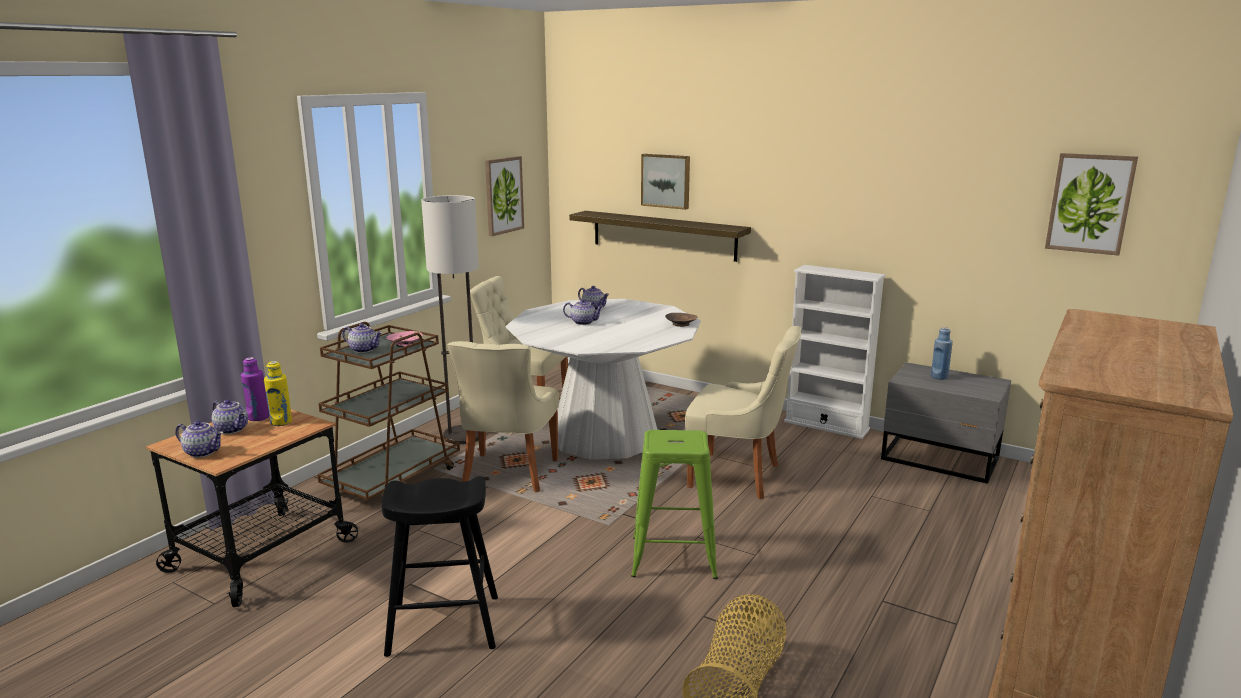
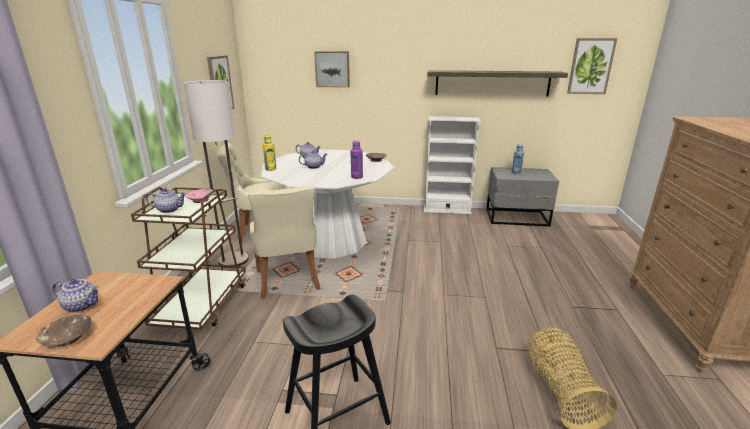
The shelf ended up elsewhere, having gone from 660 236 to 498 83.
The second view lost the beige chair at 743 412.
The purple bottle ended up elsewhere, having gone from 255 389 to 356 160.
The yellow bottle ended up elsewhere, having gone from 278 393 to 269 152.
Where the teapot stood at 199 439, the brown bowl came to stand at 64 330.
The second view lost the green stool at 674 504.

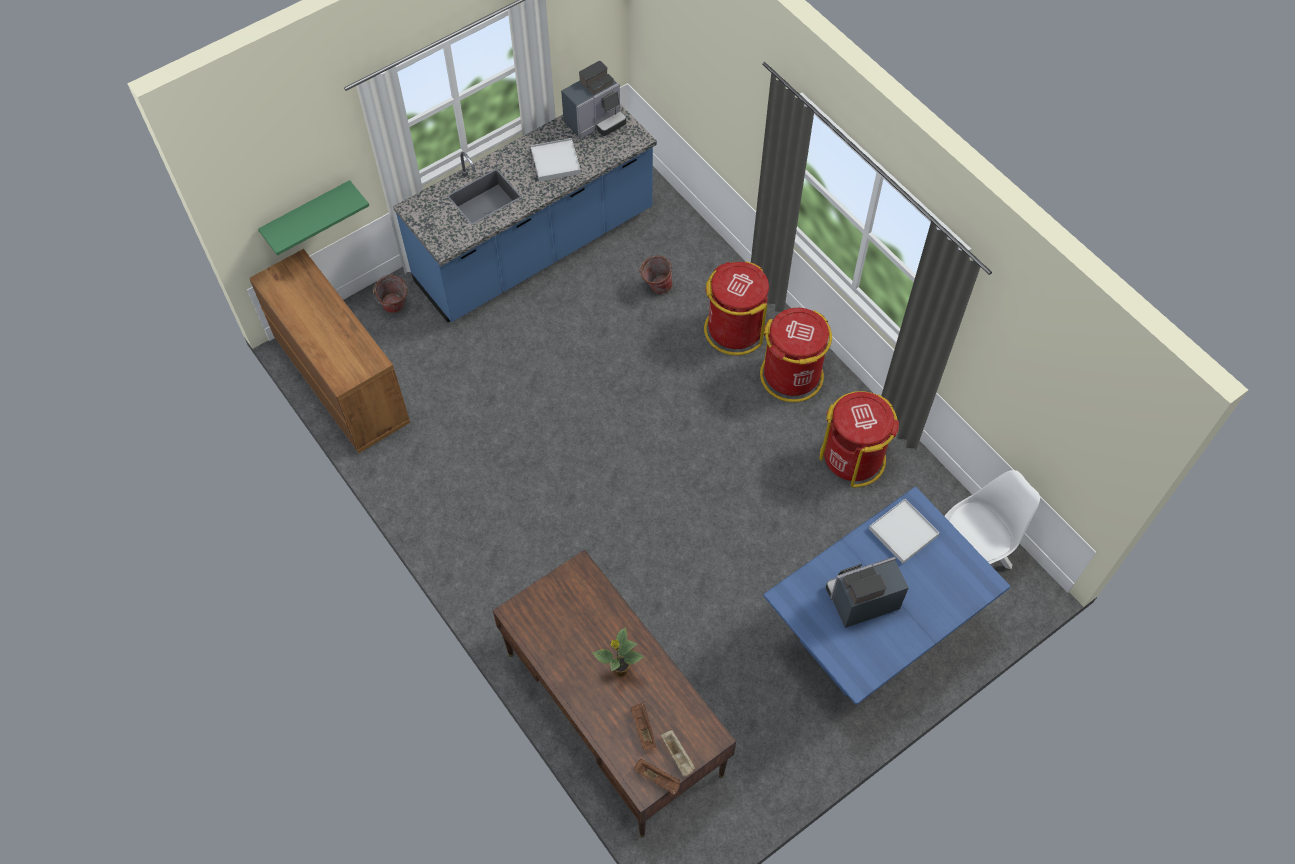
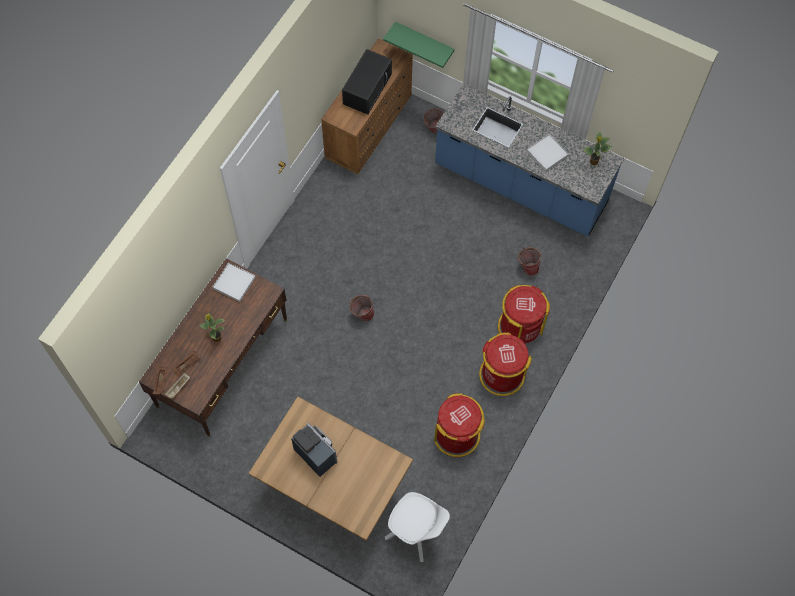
Where the coffee machine stood at 593 100, the potted plant came to stand at 598 148.
What was the blue dining table at 887 596 turned into the brown dining table at 331 469.
The white tray ended up elsewhere, having gone from 904 531 to 234 282.
The second view gained the black microwave at 367 81.
The second view gained the bucket at 361 308.

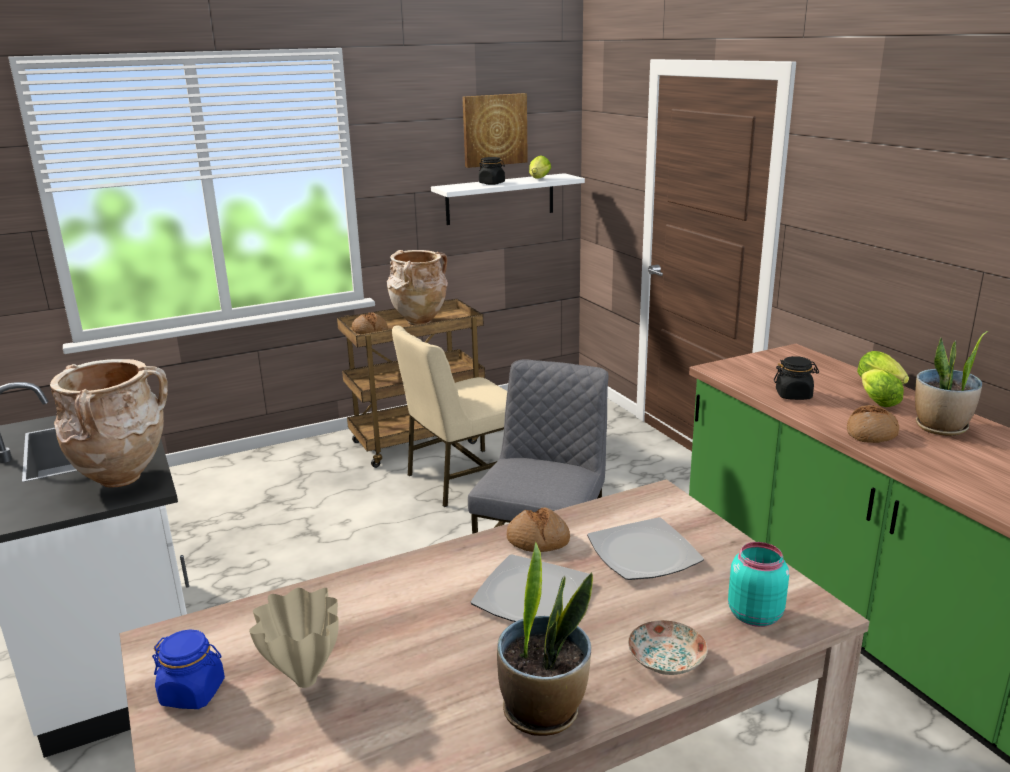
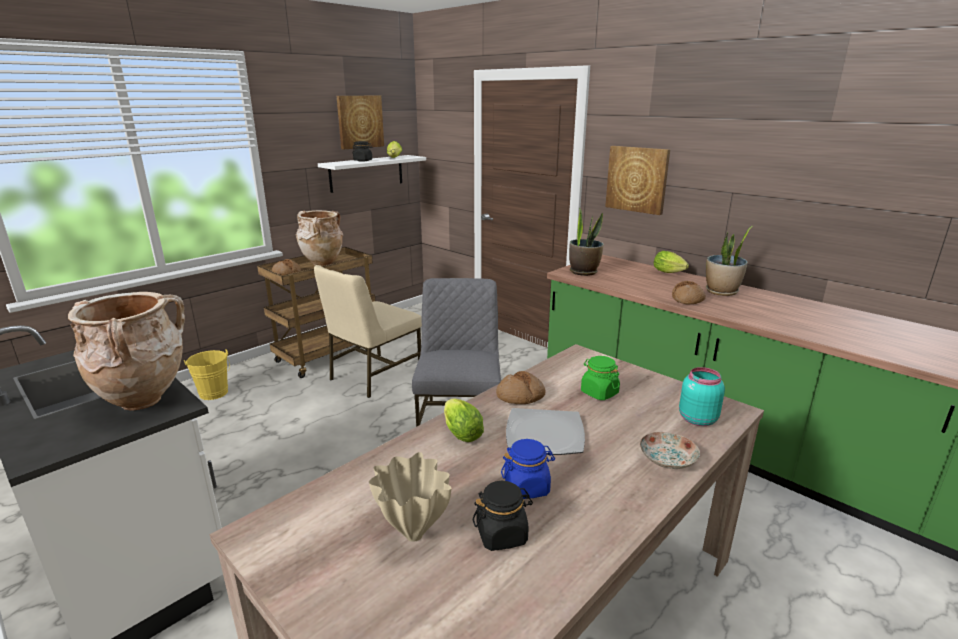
The black jar ended up elsewhere, having gone from 796 378 to 503 516.
The lettuce ended up elsewhere, having gone from 882 388 to 464 420.
Where the plate stood at 645 548, the green jar came to stand at 600 378.
The potted plant ended up elsewhere, having gone from 545 639 to 586 241.
The blue jar ended up elsewhere, having gone from 188 669 to 528 469.
The second view gained the picture at 637 180.
The second view gained the yellow bucket at 207 375.

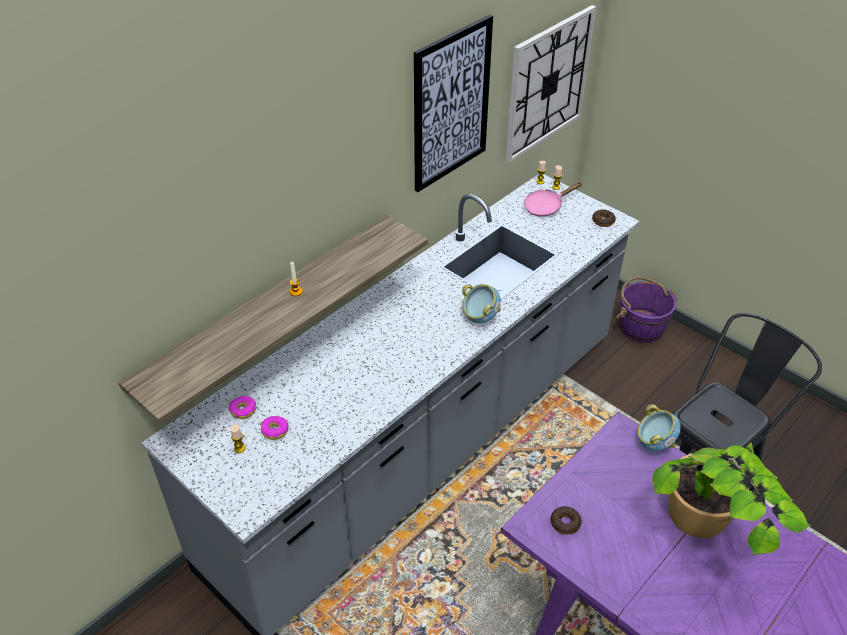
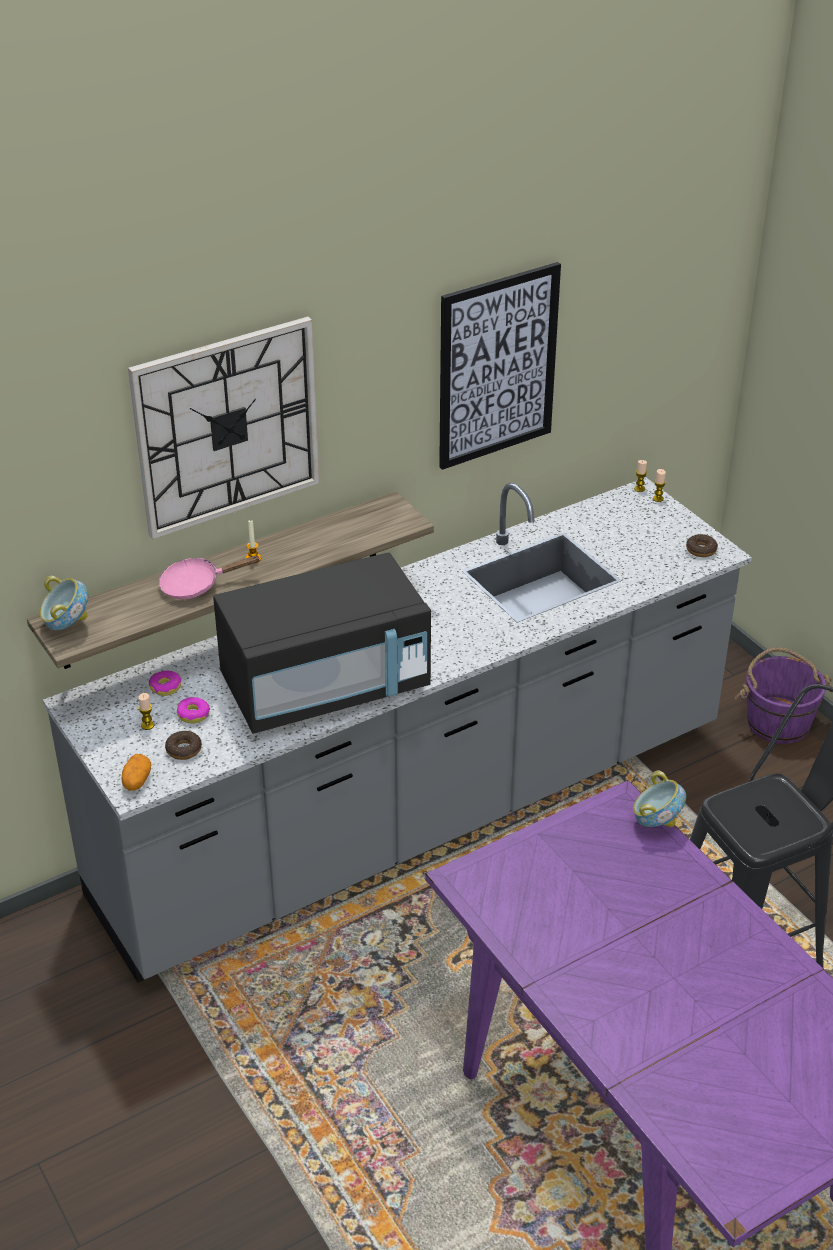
The wall clock ended up elsewhere, having gone from 550 84 to 223 428.
The pink frying pan ended up elsewhere, having gone from 553 199 to 210 577.
The bowl ended up elsewhere, having gone from 481 303 to 64 603.
The second view lost the potted plant at 731 499.
The donut ended up elsewhere, having gone from 566 520 to 183 745.
The second view gained the black microwave at 322 643.
The second view gained the potato at 136 772.

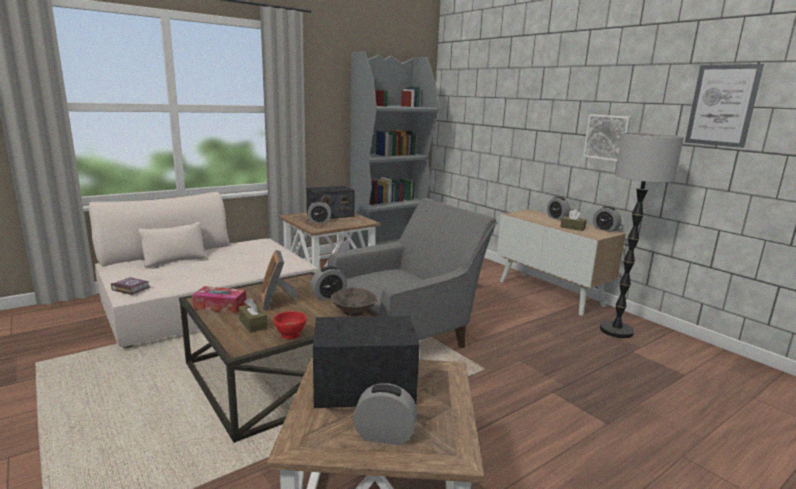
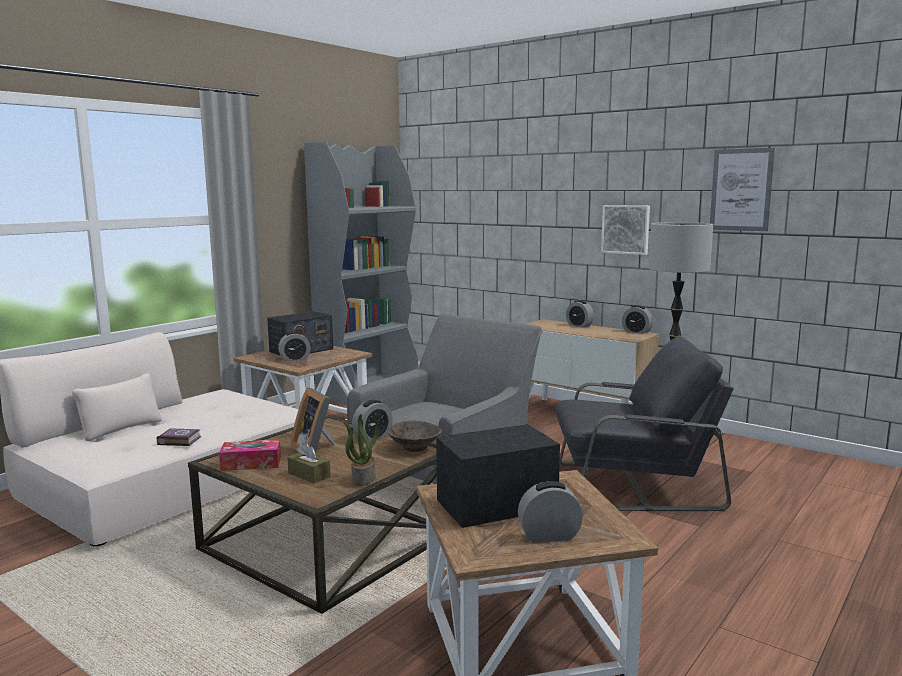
The second view lost the brown tissue box at 574 220.
The book ended up elsewhere, having gone from 130 286 to 179 437.
Where the red bowl stood at 290 325, the potted plant came to stand at 361 450.
The second view gained the grey armchair at 645 423.

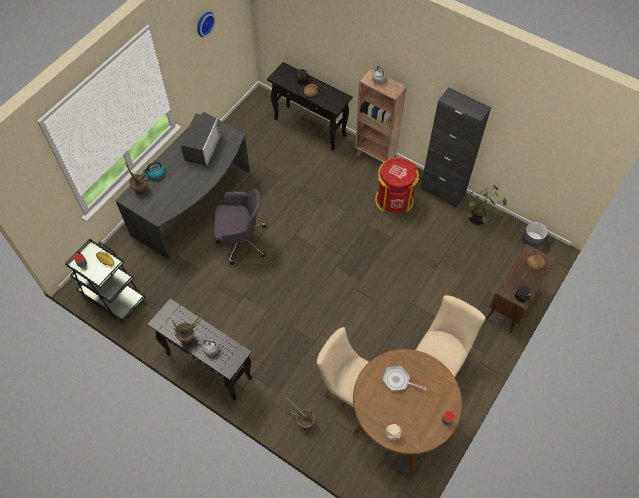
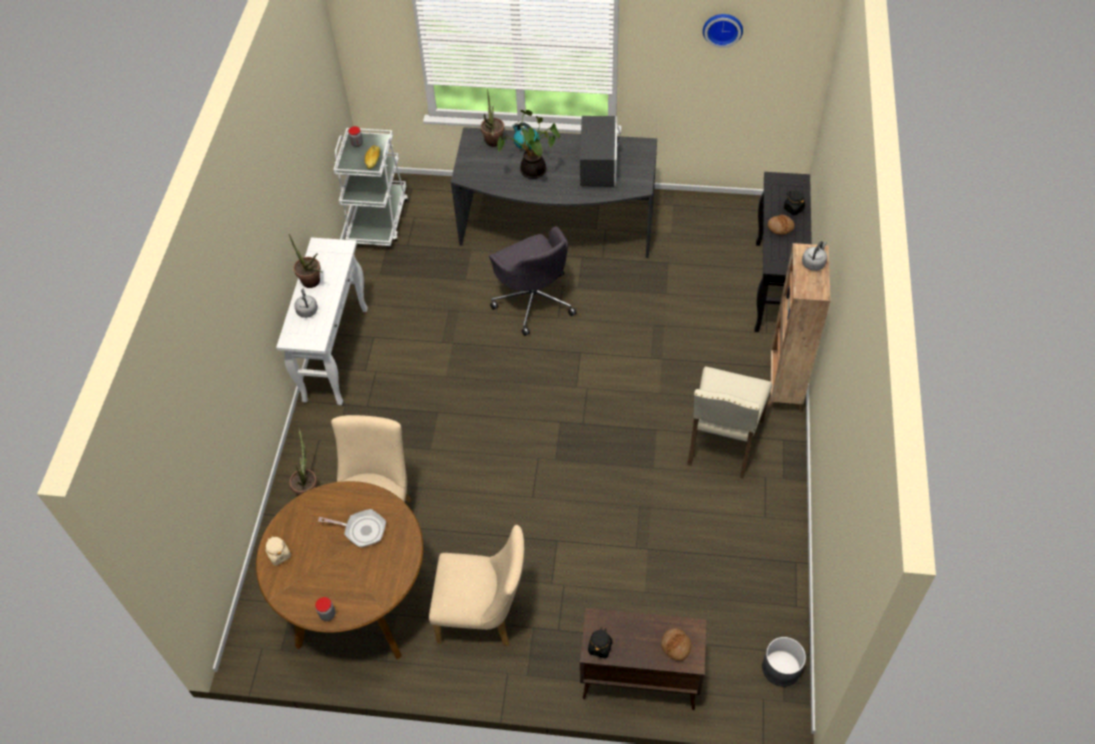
The second view lost the black cabinet at 455 147.
The microwave at 201 139 ended up facing another way, 75 degrees counterclockwise from before.
Where the red trash can stood at 397 184, the beige chair came to stand at 729 422.
The potted plant ended up elsewhere, having gone from 487 205 to 528 144.
What was the black cart at 105 280 turned into the white cart at 371 187.
What was the black console table at 200 350 turned into the white console table at 322 321.
The frying pan at 404 378 ended up facing another way, 105 degrees clockwise from before.

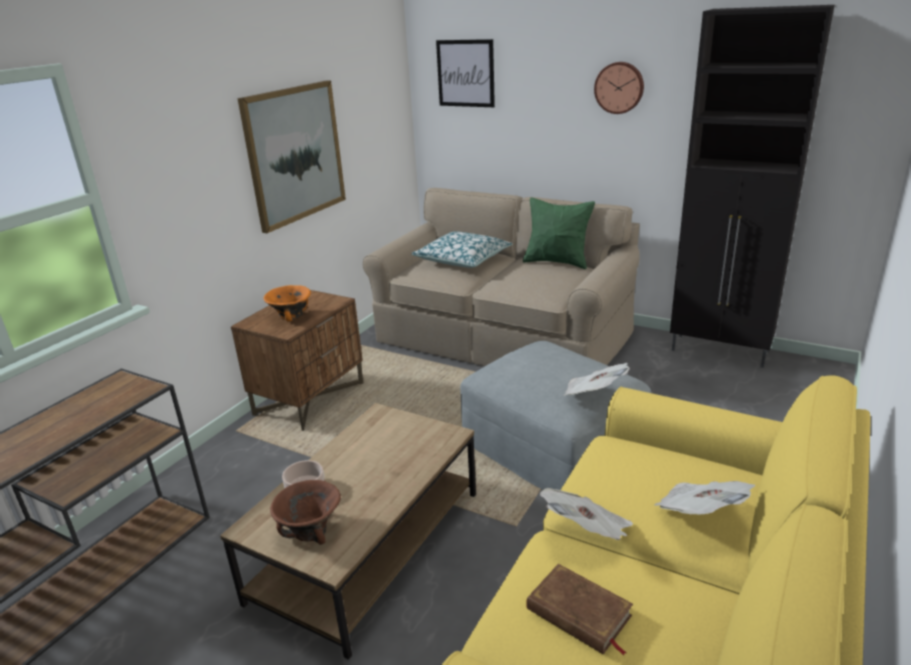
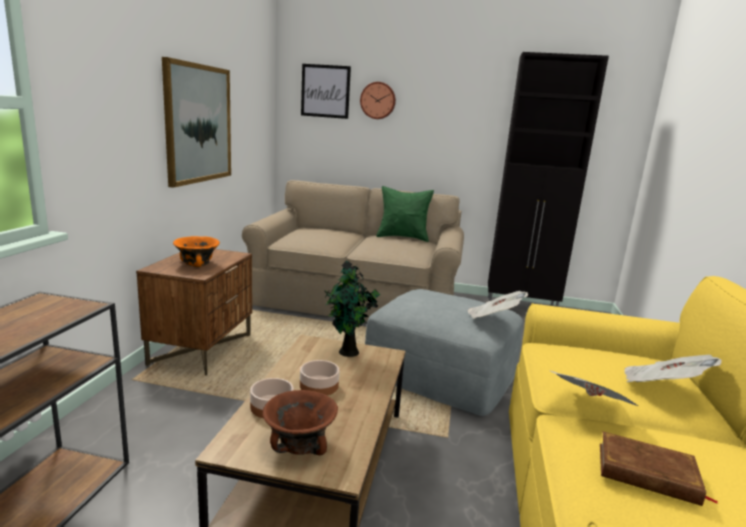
The wall clock ended up elsewhere, having gone from 619 88 to 378 100.
The second view lost the pillow at 462 249.
The second view gained the potted plant at 352 308.
The second view gained the bowl at 319 377.

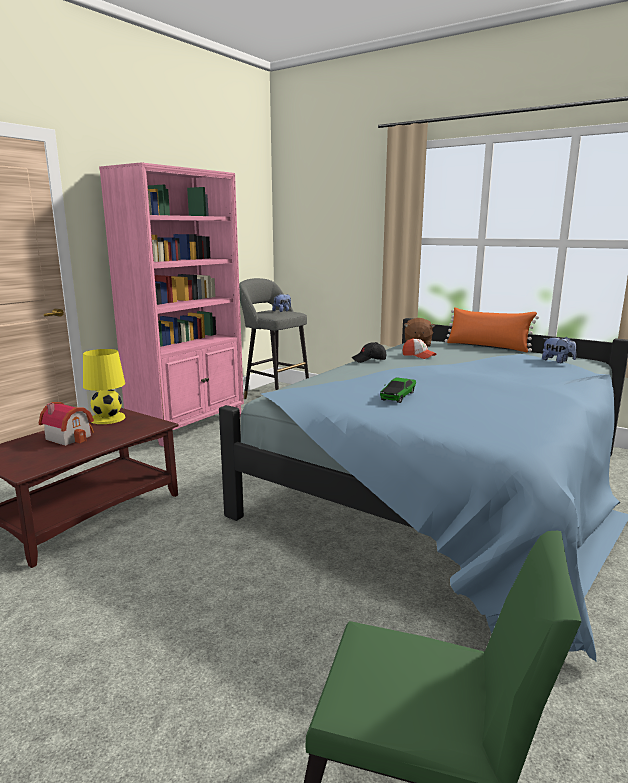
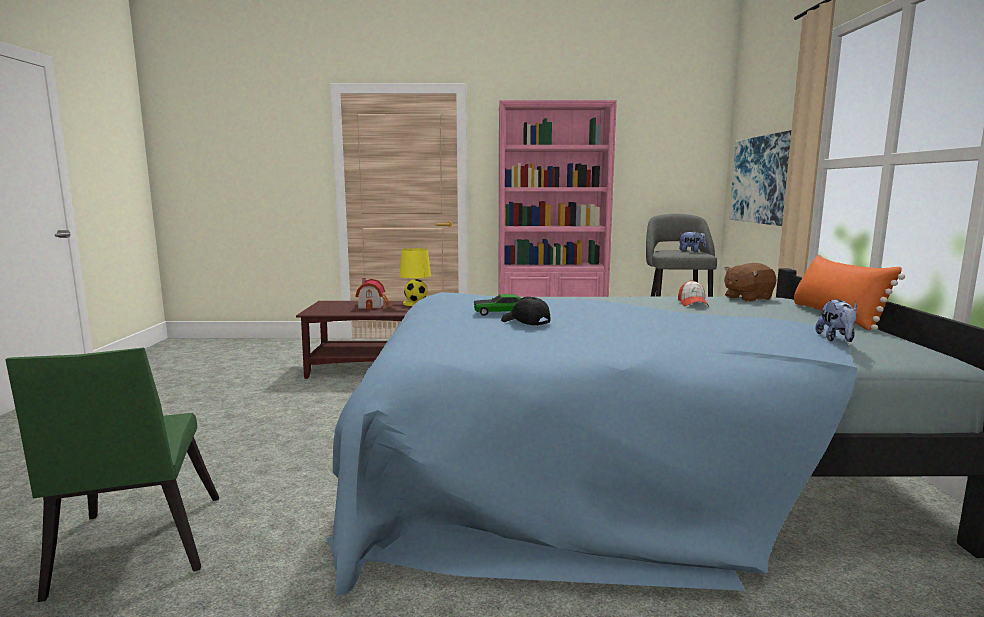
The black cap ended up elsewhere, having gone from 368 352 to 525 311.
The second view gained the picture at 760 178.

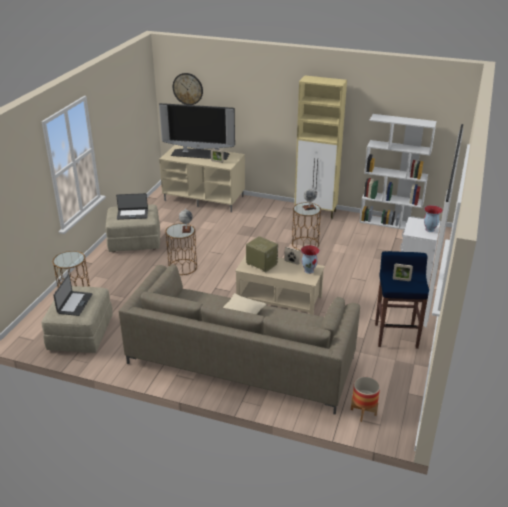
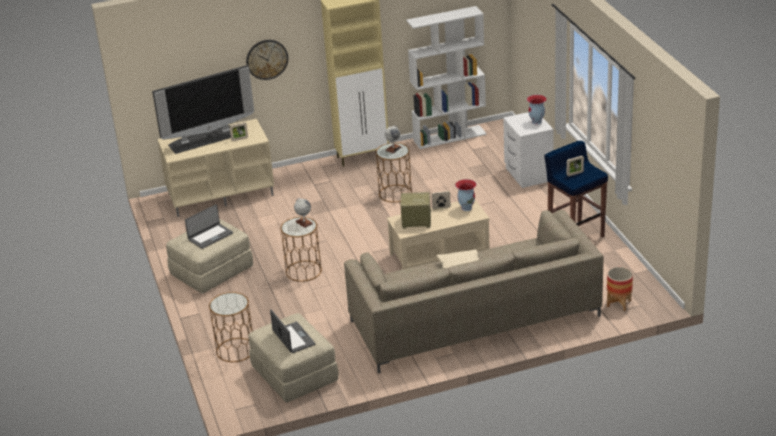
The wall clock ended up elsewhere, having gone from 188 89 to 267 60.

